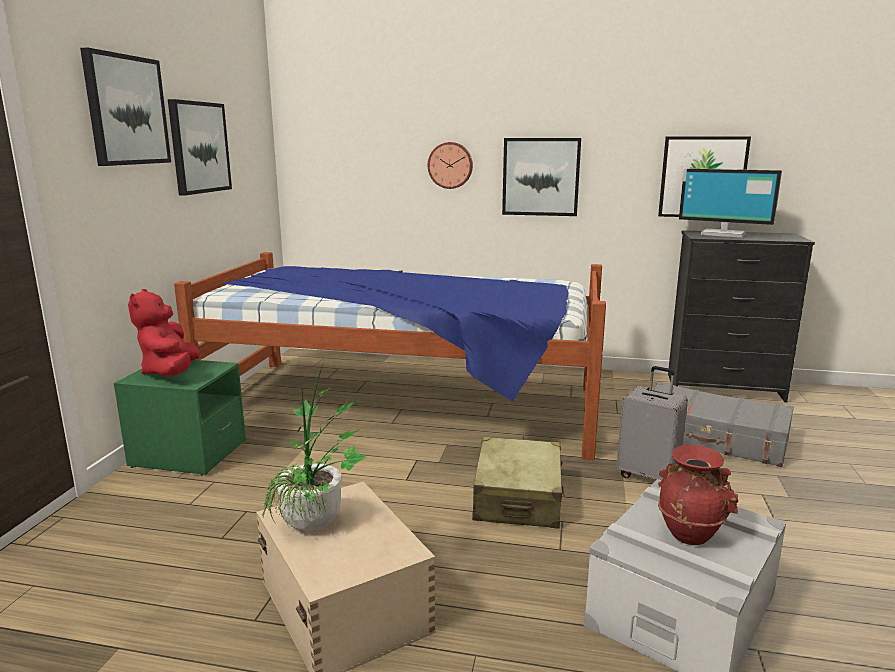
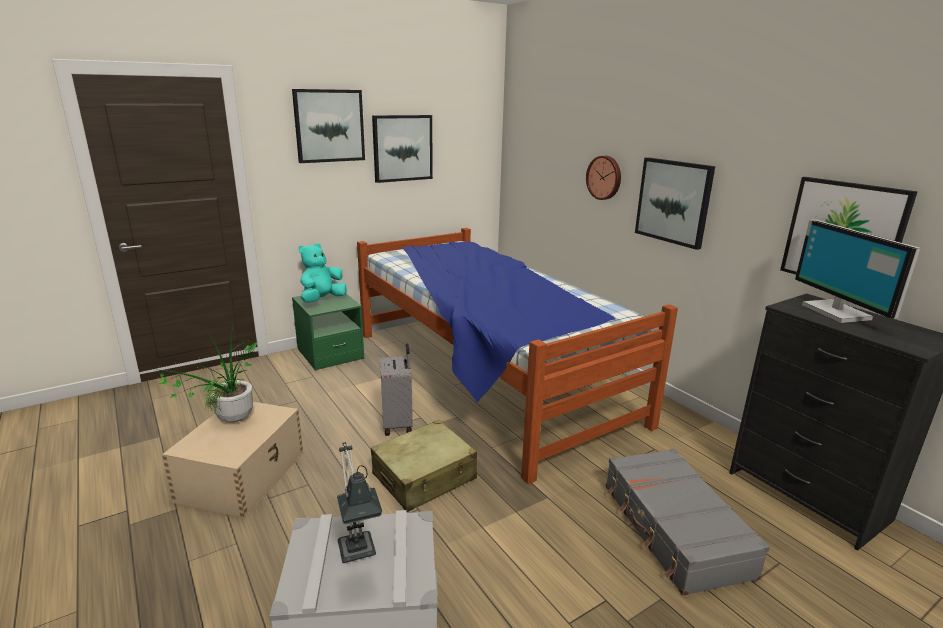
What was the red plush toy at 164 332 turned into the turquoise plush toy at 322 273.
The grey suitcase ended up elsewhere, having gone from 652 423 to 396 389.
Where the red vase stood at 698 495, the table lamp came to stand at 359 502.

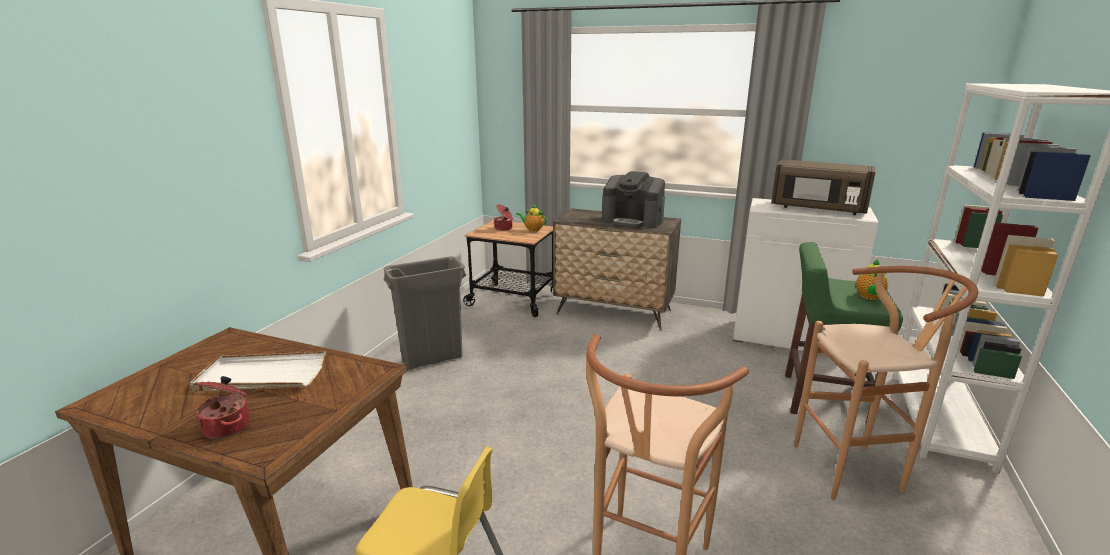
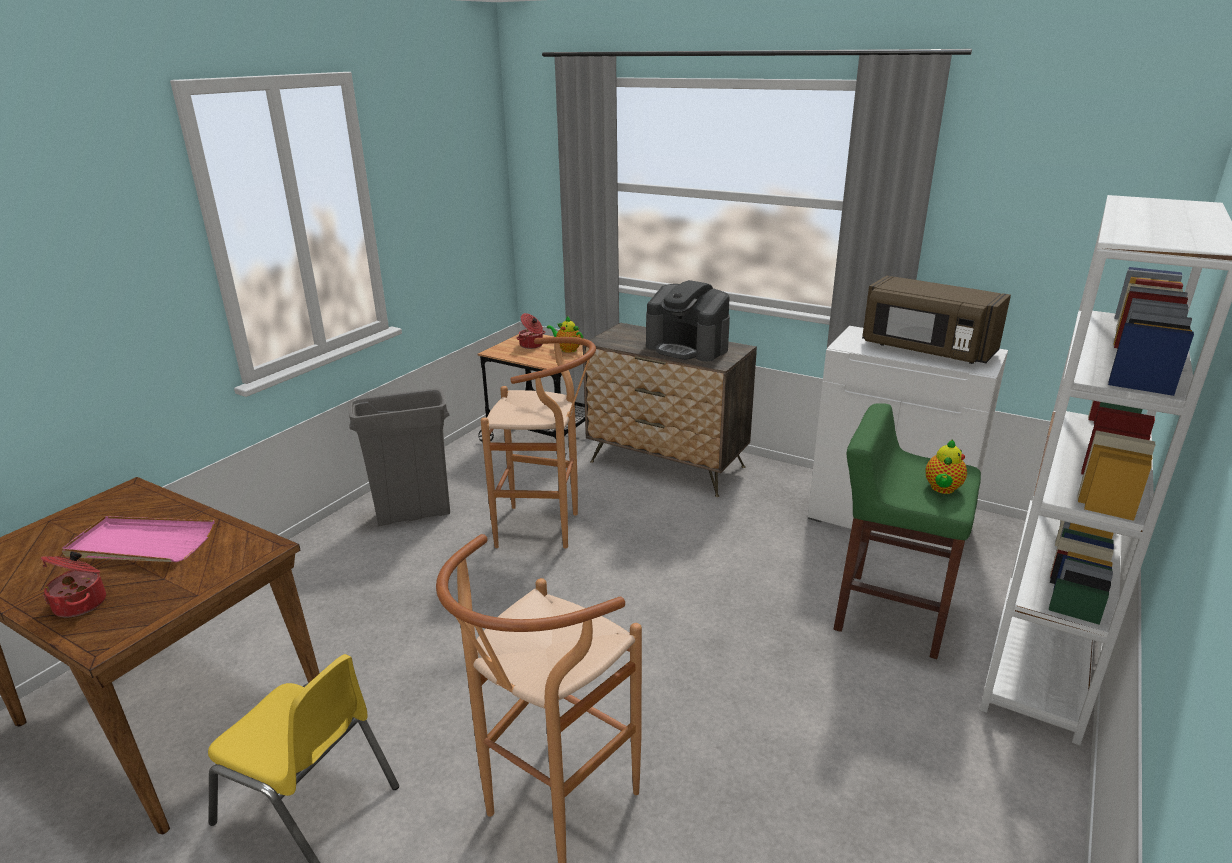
The brown stool ended up elsewhere, having gone from 886 383 to 538 443.
What was the white tray at 257 371 turned into the pink tray at 138 539.

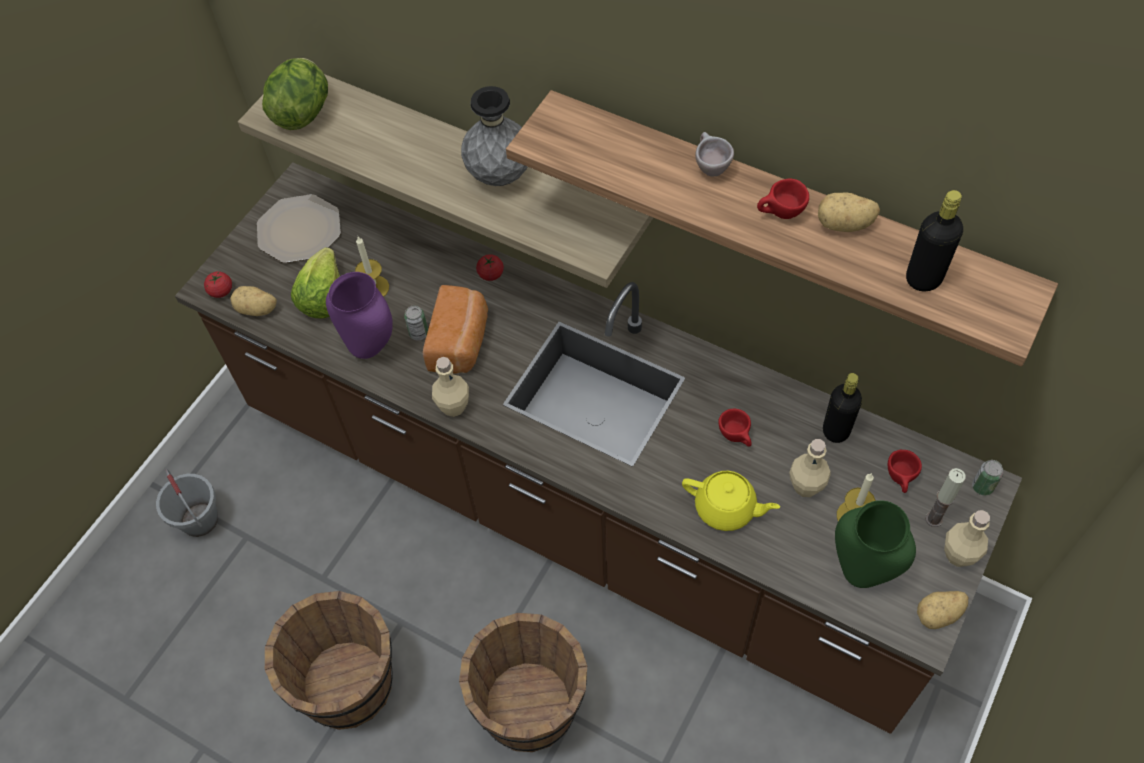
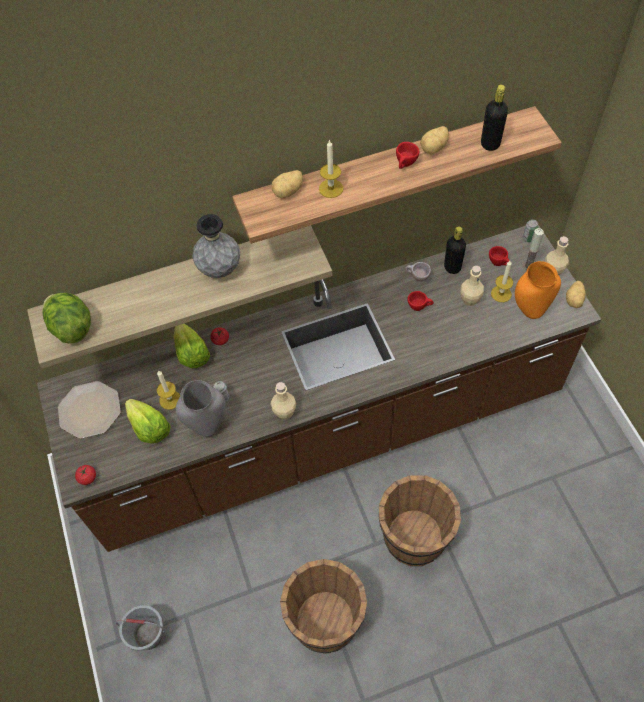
The beige cup ended up elsewhere, having gone from 714 154 to 418 272.
What was the purple vase at 359 315 turned into the grey vase at 201 408.
The second view lost the bread at 455 329.
The potato ended up elsewhere, having gone from 253 301 to 287 184.
The second view lost the yellow teapot at 731 501.
What was the green vase at 875 544 turned into the orange vase at 538 290.
The second view gained the candle at 331 168.
The second view gained the lettuce at 192 346.

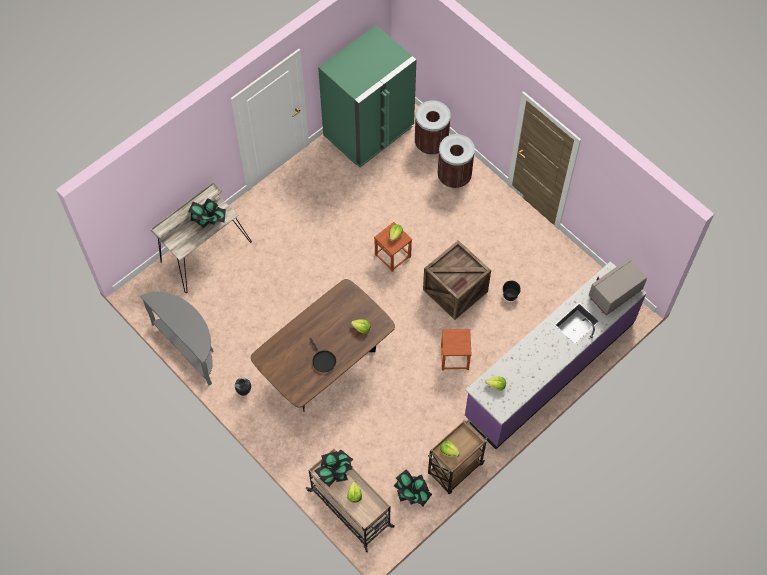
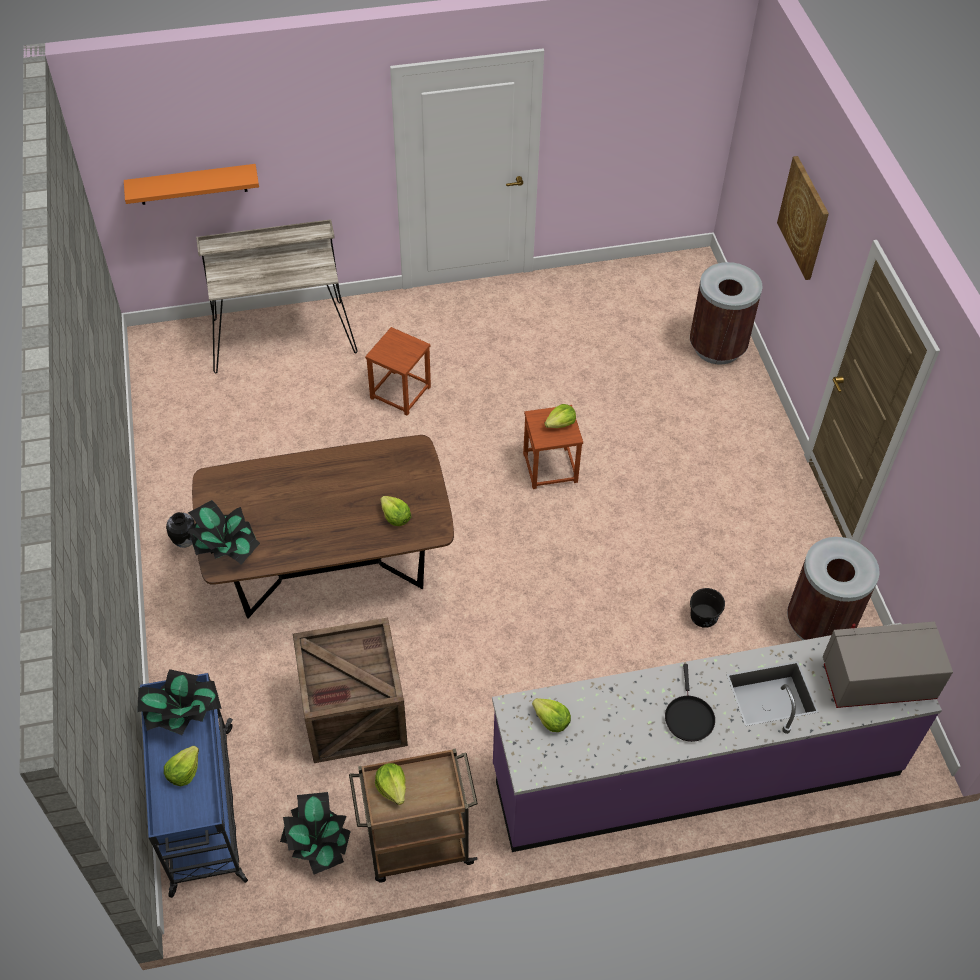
The second view lost the green fridge at 367 96.
The brown trash can ended up elsewhere, having gone from 456 161 to 833 588.
The potted plant ended up elsewhere, having gone from 207 213 to 223 532.
The crate ended up elsewhere, having gone from 457 280 to 350 690.
The second view lost the grey console table at 177 339.
The brown stool ended up elsewhere, having gone from 456 349 to 398 371.
The black frying pan ended up elsewhere, having gone from 323 355 to 690 703.
What was the beige cart at 350 500 turned into the blue cart at 194 785.
The second view gained the picture at 803 218.
The second view gained the orange shelf at 191 184.

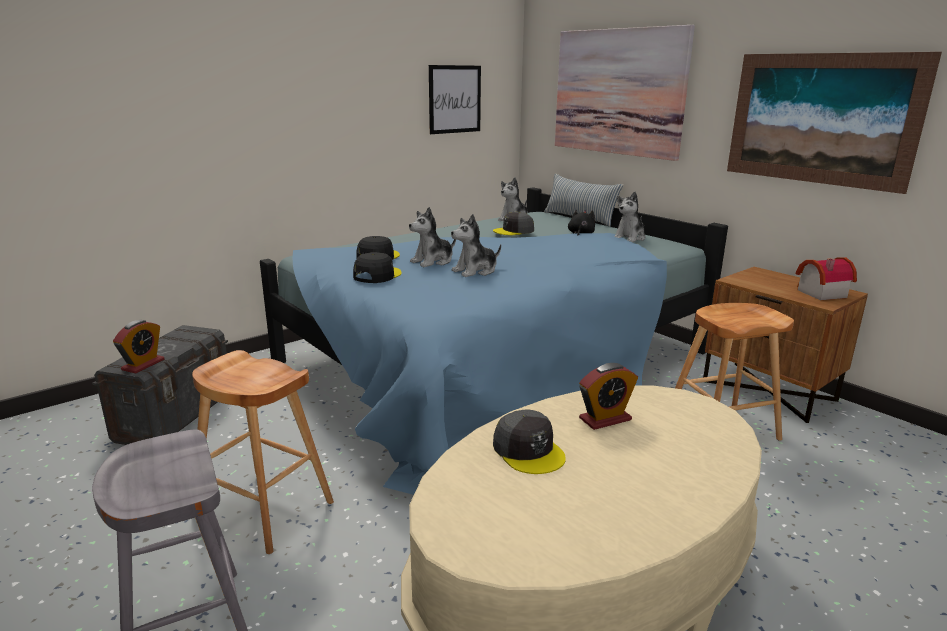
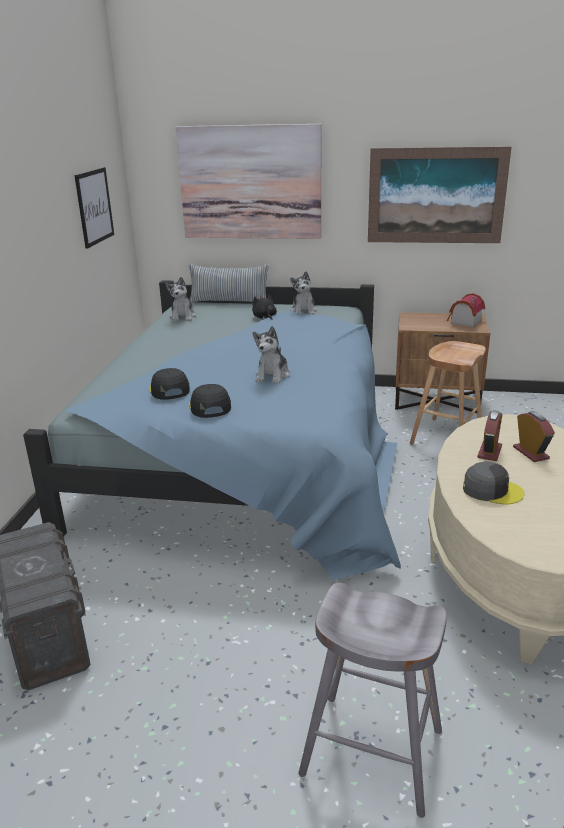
The second view lost the plush toy at 432 237.
The second view lost the grey cap at 513 223.
The alarm clock ended up elsewhere, having gone from 139 347 to 534 436.
The second view lost the brown stool at 263 452.

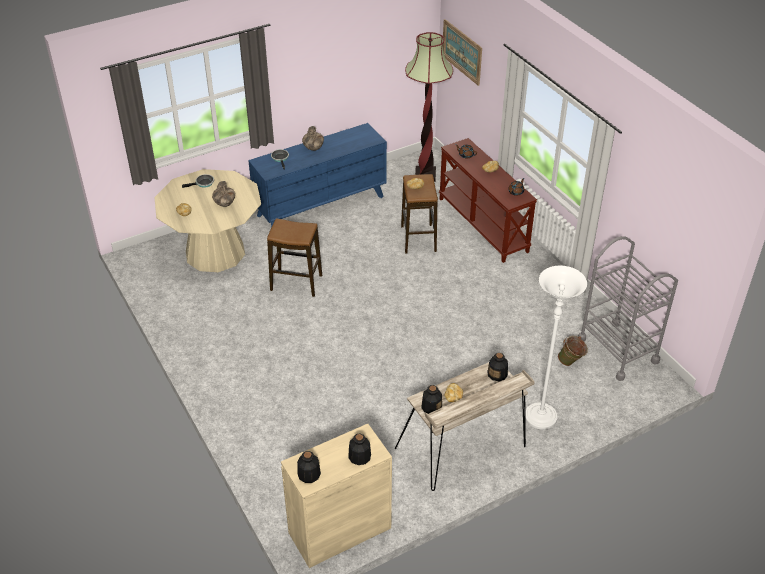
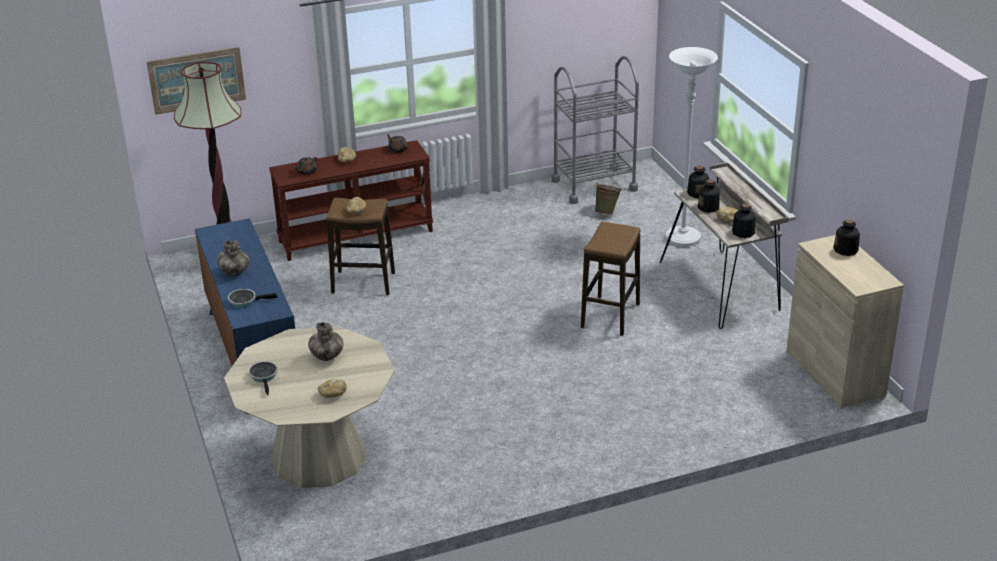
The stool ended up elsewhere, having gone from 294 257 to 611 279.
The bottle ended up elsewhere, having gone from 309 467 to 709 196.

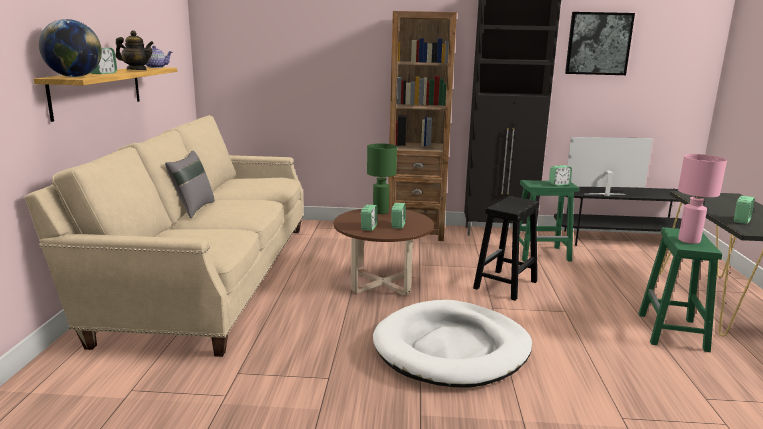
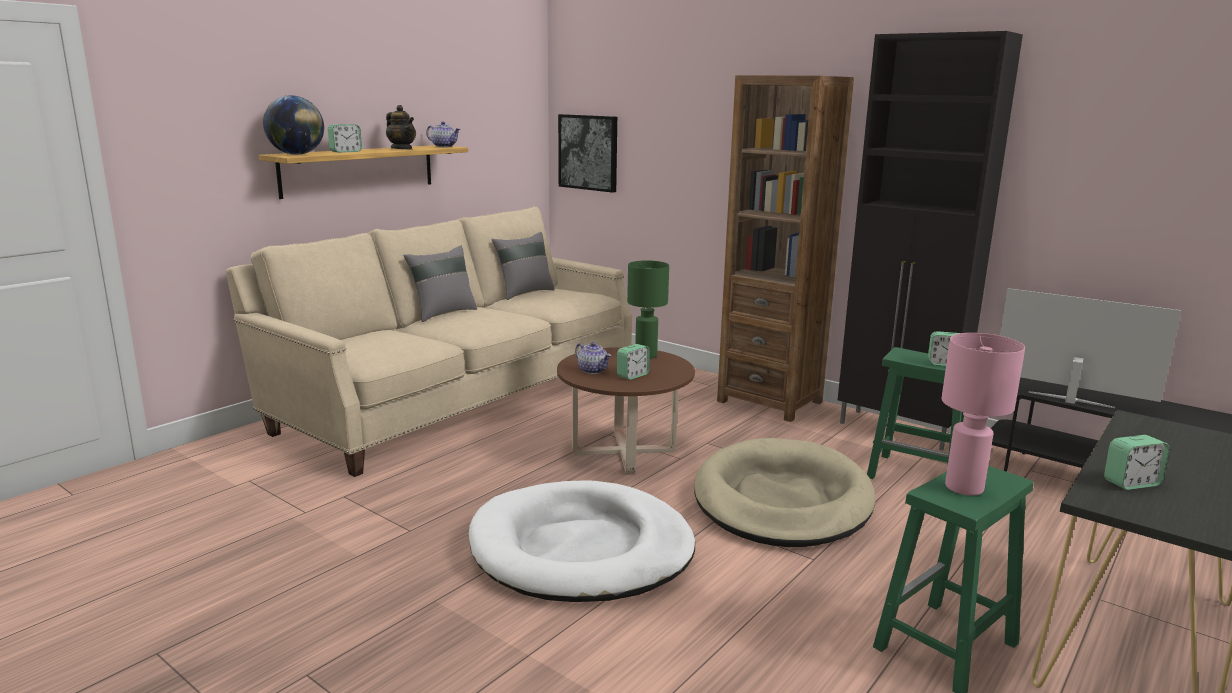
The picture ended up elsewhere, having gone from 600 43 to 587 153.
Where the black stool stood at 506 248, the beige dog bed came to stand at 785 492.
Where the alarm clock stood at 369 218, the teapot came to stand at 593 358.
The second view gained the grey pillow at 523 266.

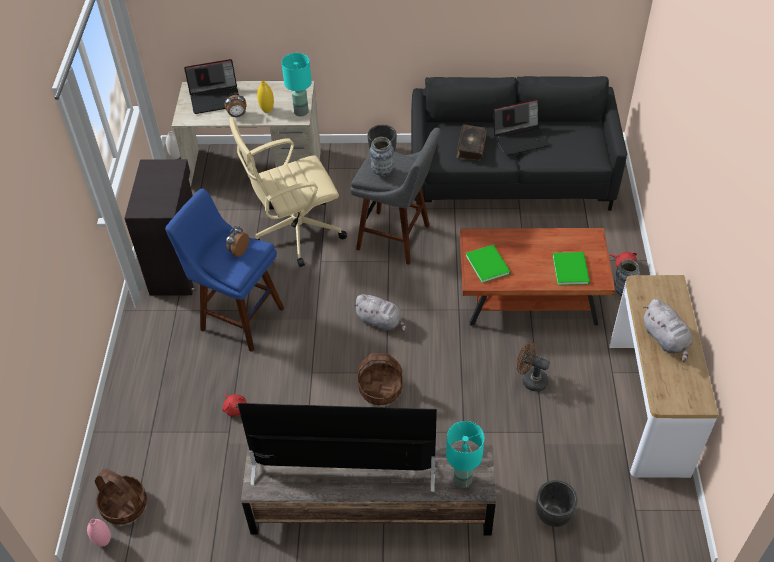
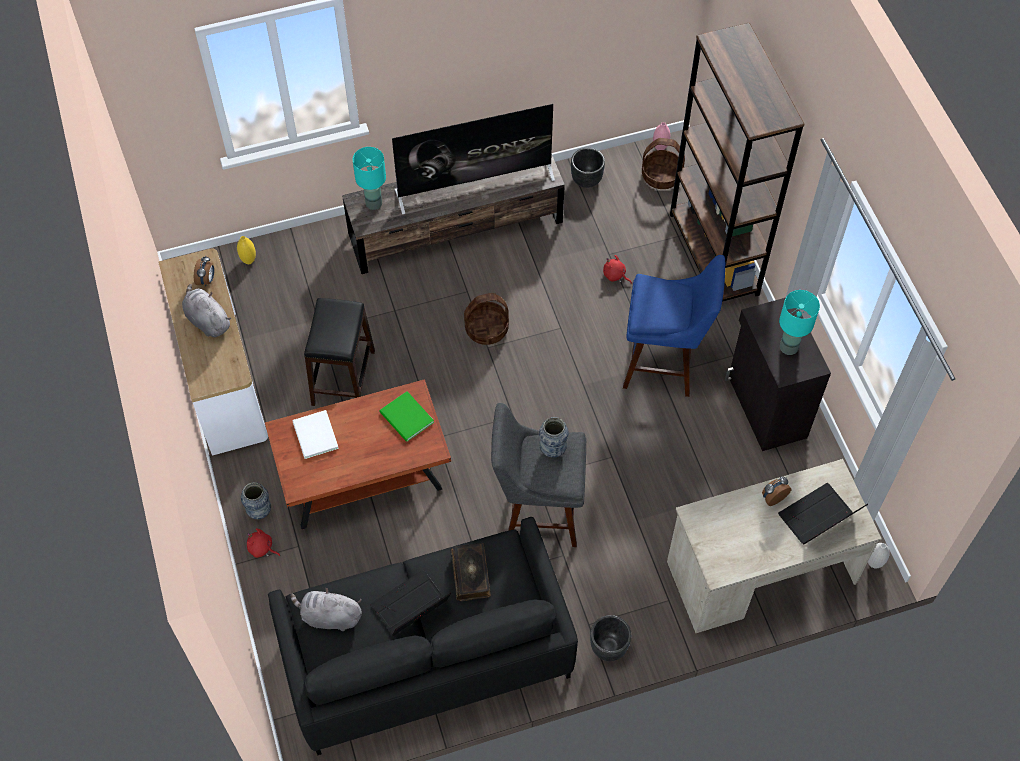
The turquoise table lamp ended up elsewhere, having gone from 297 85 to 799 322.
The yellow vase ended up elsewhere, having gone from 265 97 to 246 250.
The second view lost the beige office chair at 288 192.
The alarm clock ended up elsewhere, having gone from 237 241 to 204 270.
What was the green book at 571 268 turned into the white book at 316 434.
The grey plush toy ended up elsewhere, having gone from 379 313 to 326 609.
Where the brown fan stood at 533 367, the black stool came to stand at 339 352.
The black planter ended up elsewhere, having gone from 556 503 to 588 168.
The second view gained the brown bookcase at 737 162.

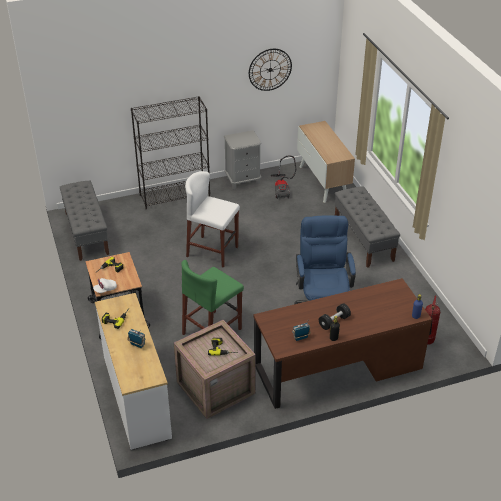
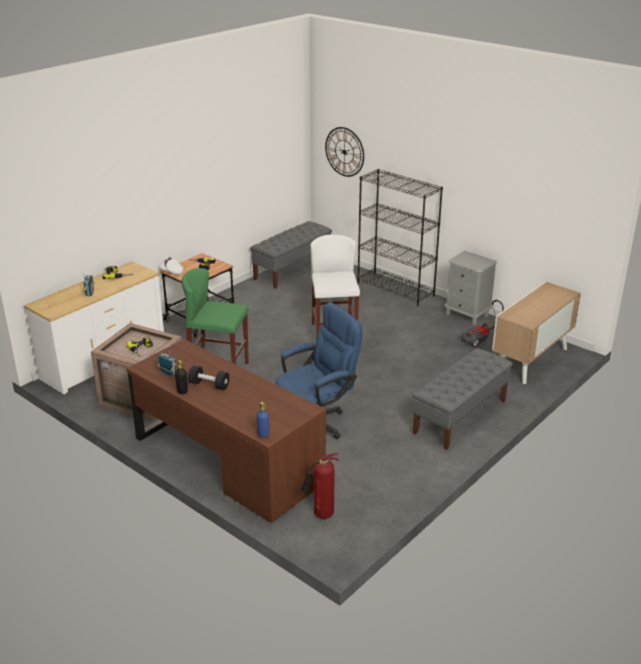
The wall clock ended up elsewhere, having gone from 270 70 to 344 152.

